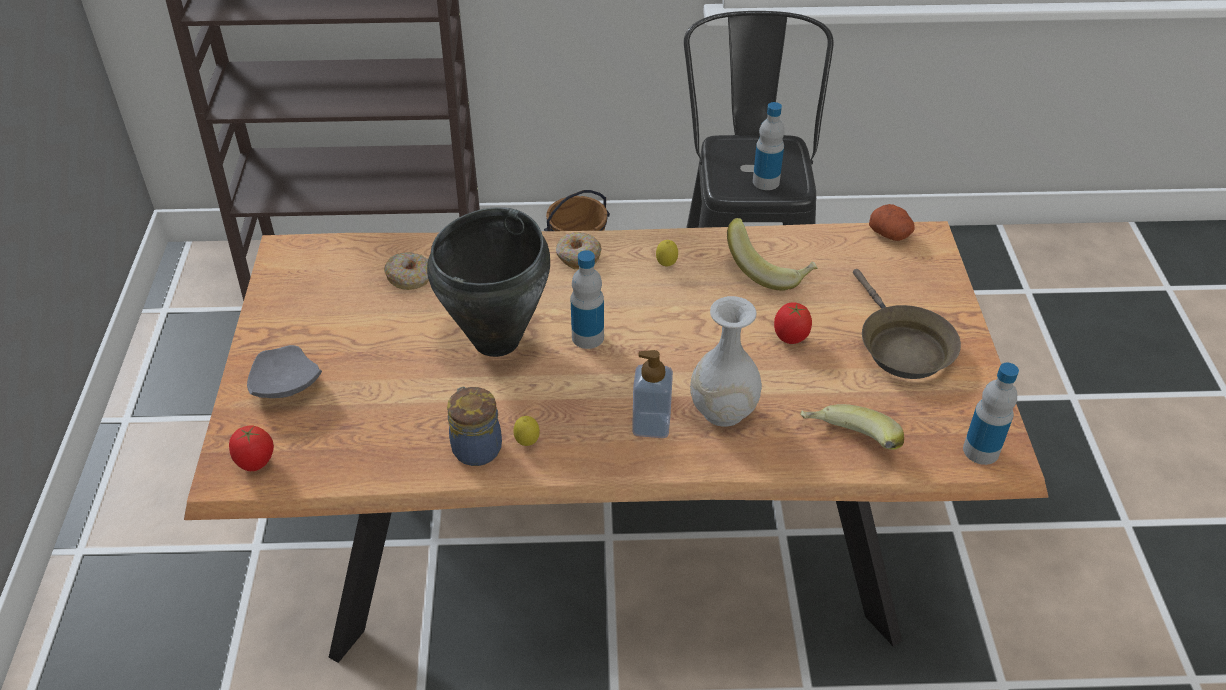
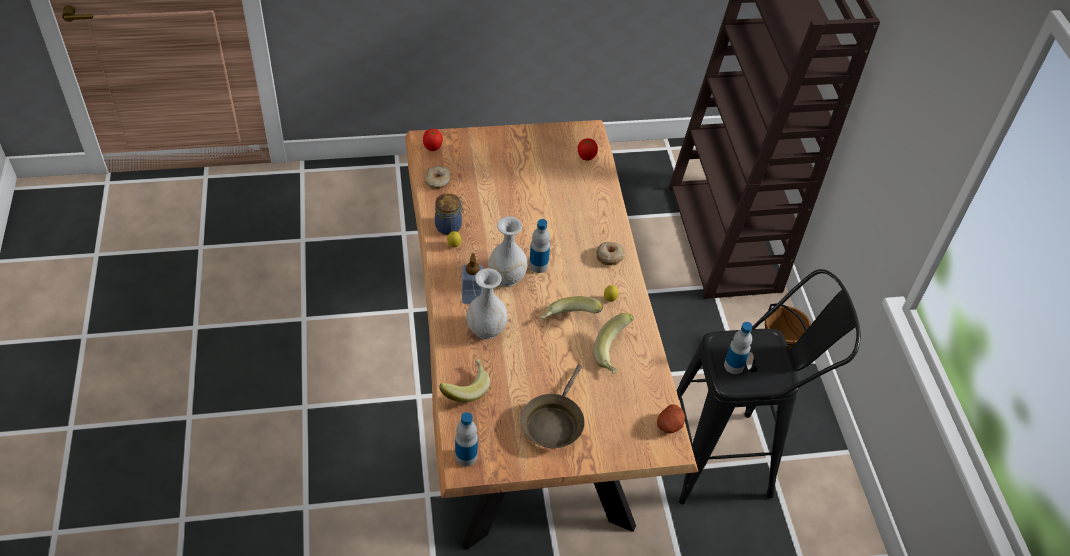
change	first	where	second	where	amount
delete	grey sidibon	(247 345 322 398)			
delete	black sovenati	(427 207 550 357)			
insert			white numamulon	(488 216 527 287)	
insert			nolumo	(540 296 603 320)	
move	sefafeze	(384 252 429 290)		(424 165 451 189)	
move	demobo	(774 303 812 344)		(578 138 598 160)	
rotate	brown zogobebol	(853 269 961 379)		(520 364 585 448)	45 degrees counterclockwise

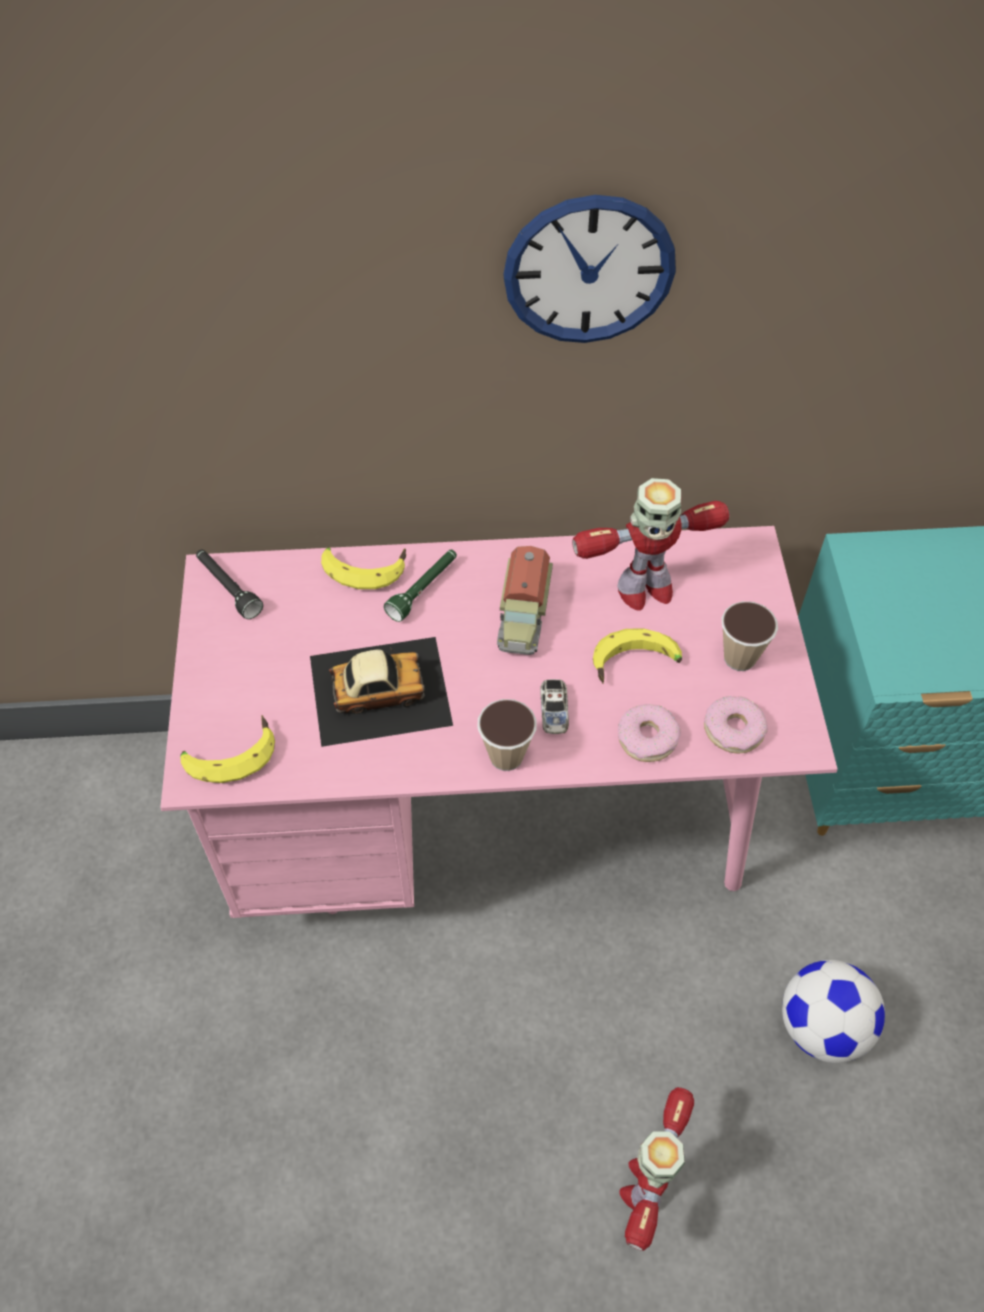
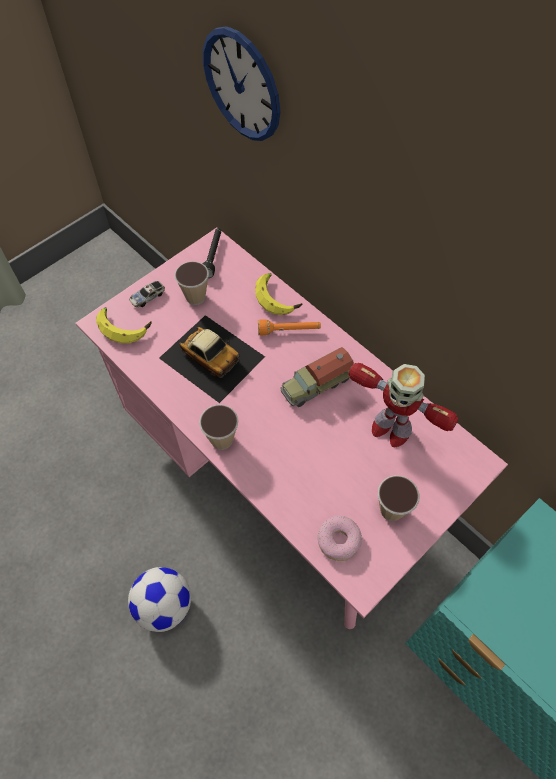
change	first	where	second	where	amount
delete	nolumo	(593 628 682 683)			
delete	sefafeze	(618 704 681 762)			
delete	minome	(619 1087 694 1251)			
insert			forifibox	(175 261 209 305)	
move	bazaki	(503 195 676 343)		(203 26 281 141)	
move	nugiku	(540 679 569 734)		(129 281 165 307)	
move	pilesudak	(782 960 885 1063)		(128 567 191 632)	
recolor	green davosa	(384 550 457 622)	orange davosa	(258 319 321 335)	

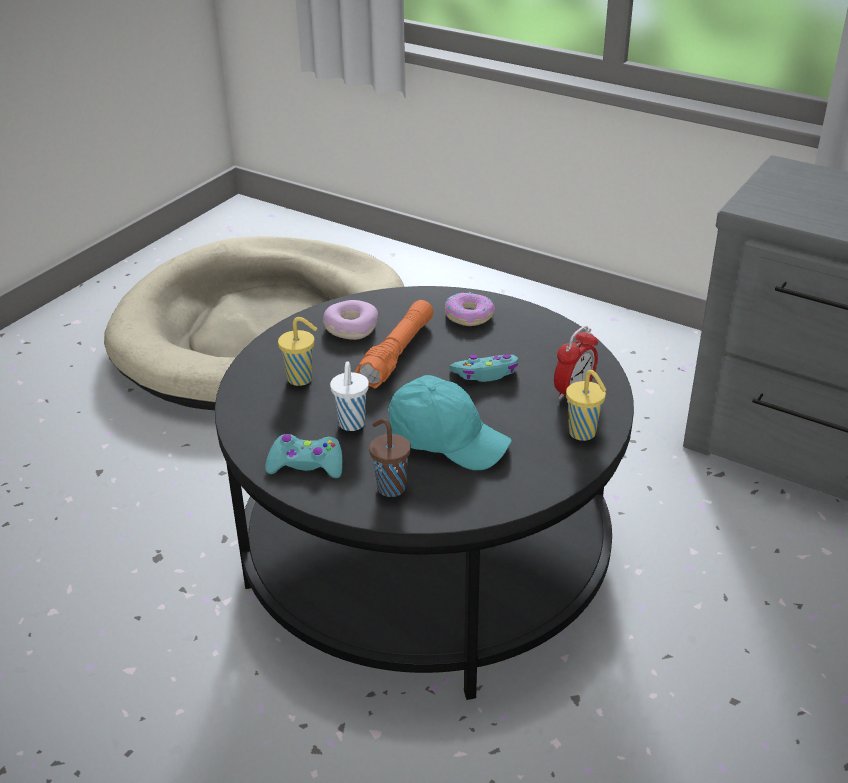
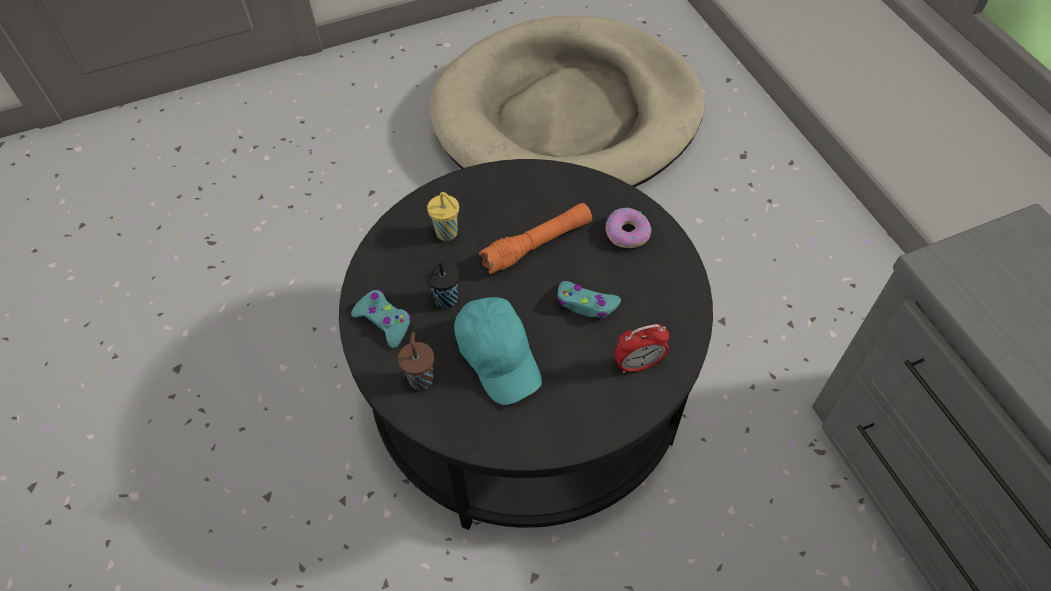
change	first	where	second	where	amount
delete	sefafeze	(323 300 378 340)			
delete	yellow forifibox	(566 370 606 441)			
recolor	white forifibox	(330 361 369 431)	black forifibox	(425 261 459 308)	

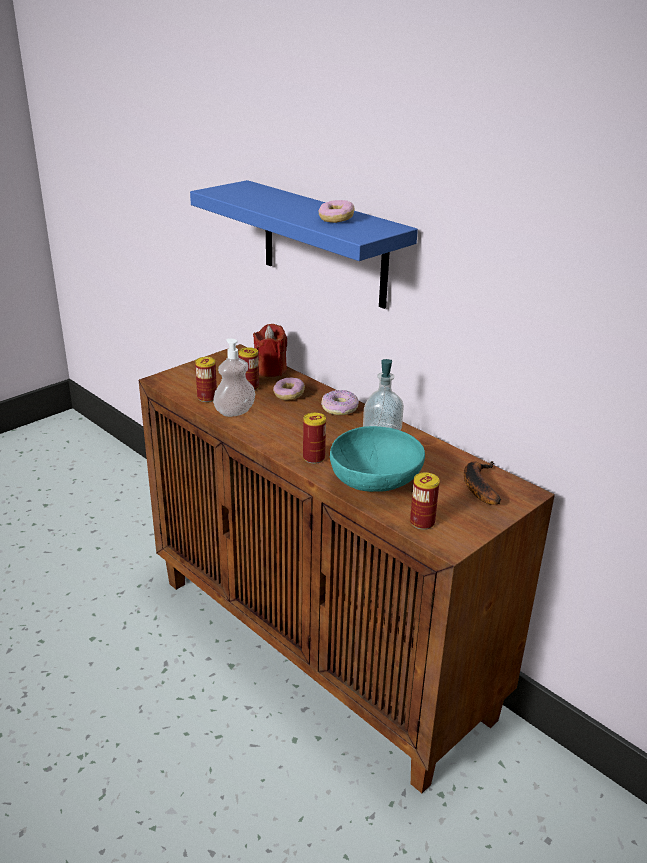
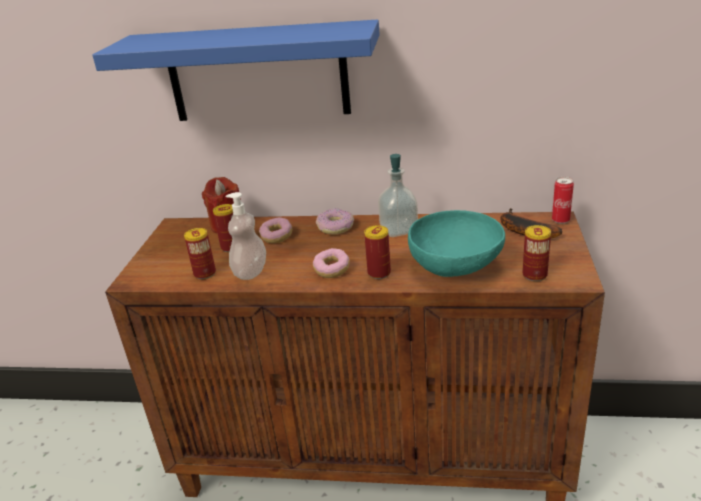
change	first	where	second	where	amount
insert			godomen	(552 177 574 224)	
move	sefafeze	(319 200 355 223)		(313 248 350 278)	

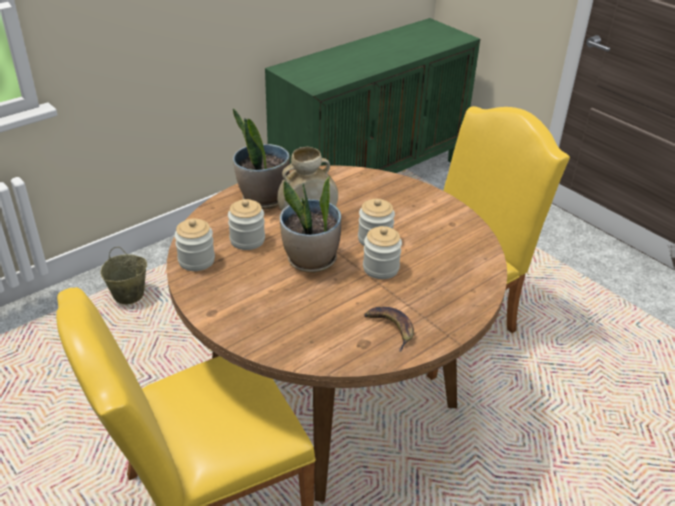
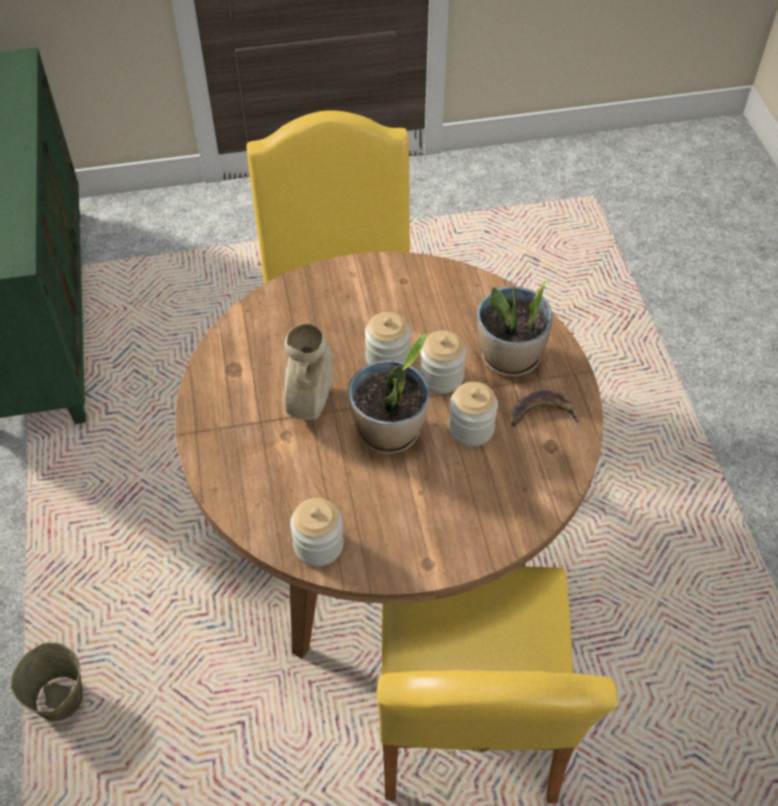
change	first	where	second	where	amount
move	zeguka	(228 199 265 250)		(448 382 498 447)	
move	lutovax	(233 108 290 209)		(477 280 552 377)	

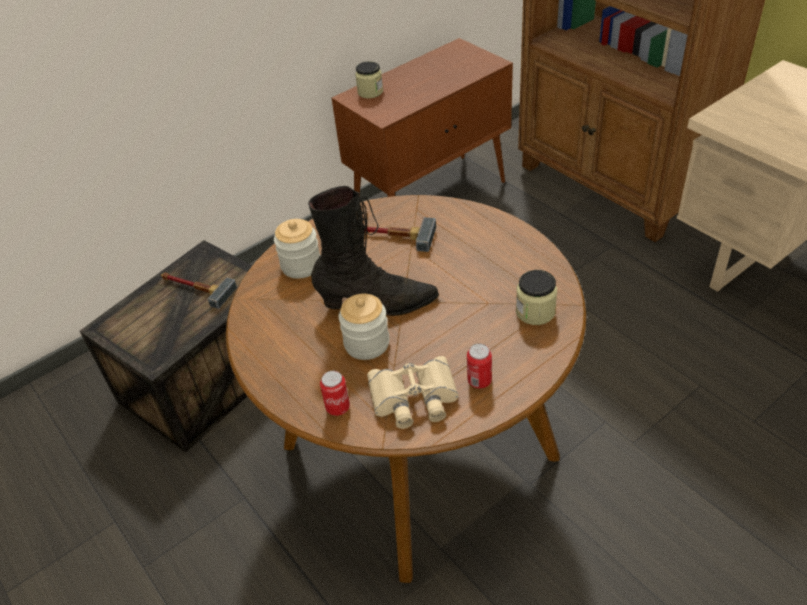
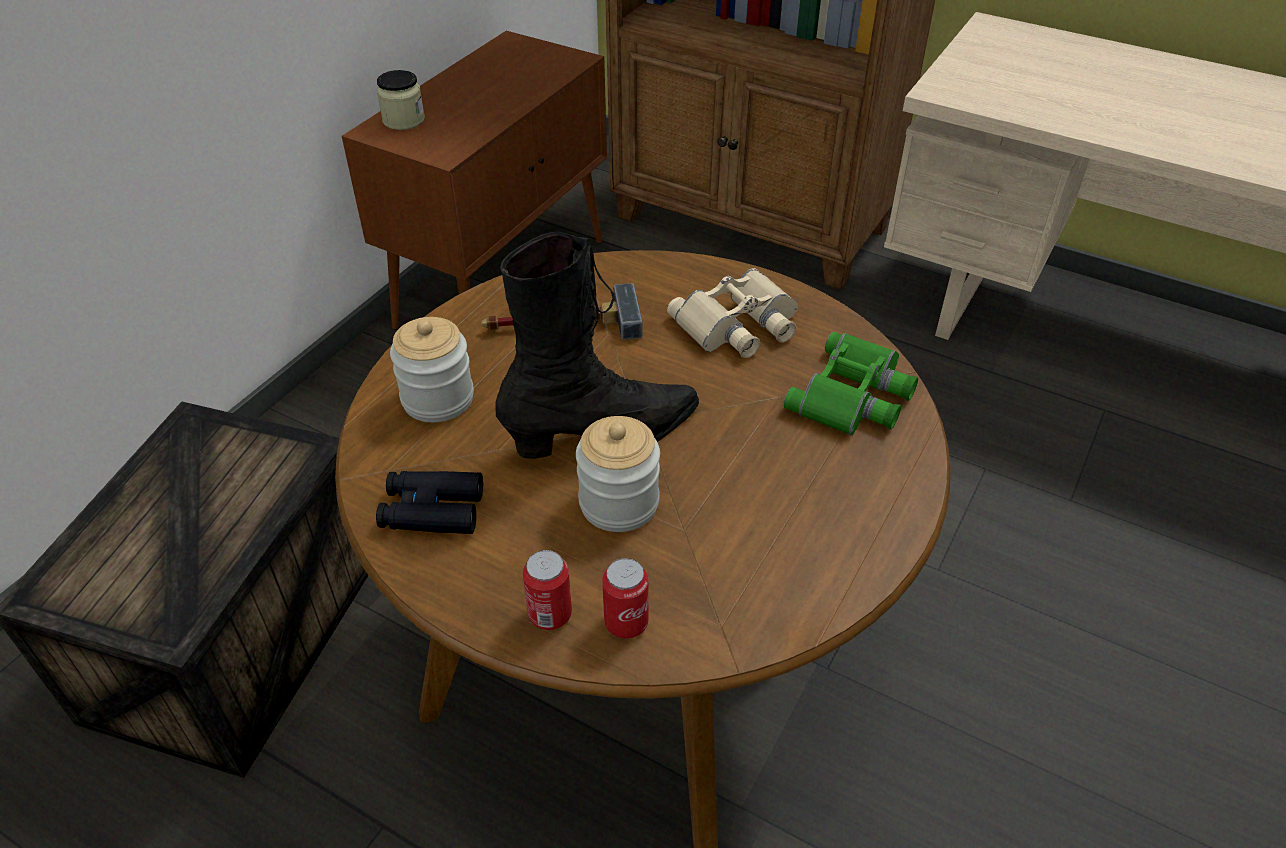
change	first	where	second	where	amount
delete	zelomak	(161 273 237 309)			
insert			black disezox	(376 471 483 534)	
move	beige disezox	(367 356 459 429)		(667 268 798 358)	
move	godomen	(467 344 492 389)		(523 550 572 630)	
replace	zeguka	(516 270 557 325)	green disezox	(783 332 918 436)	

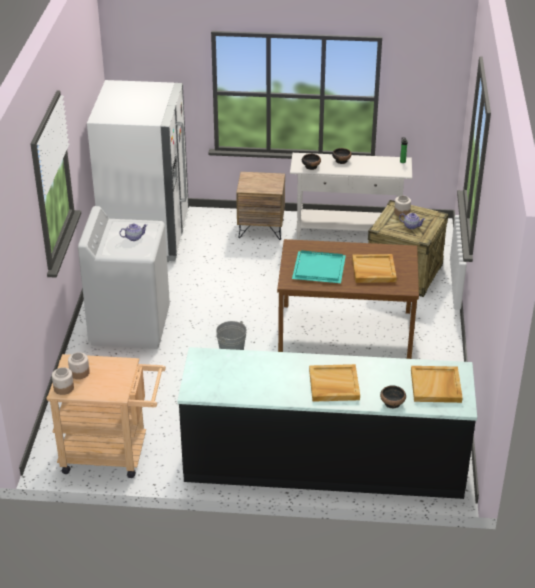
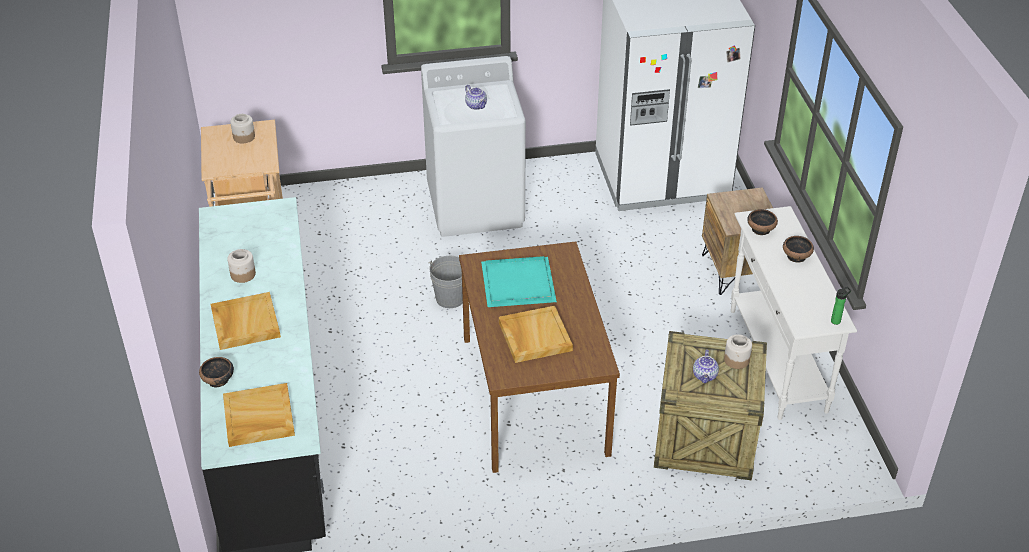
change	first	where	second	where	amount
move	zeguka	(52 367 74 395)		(227 249 256 283)	

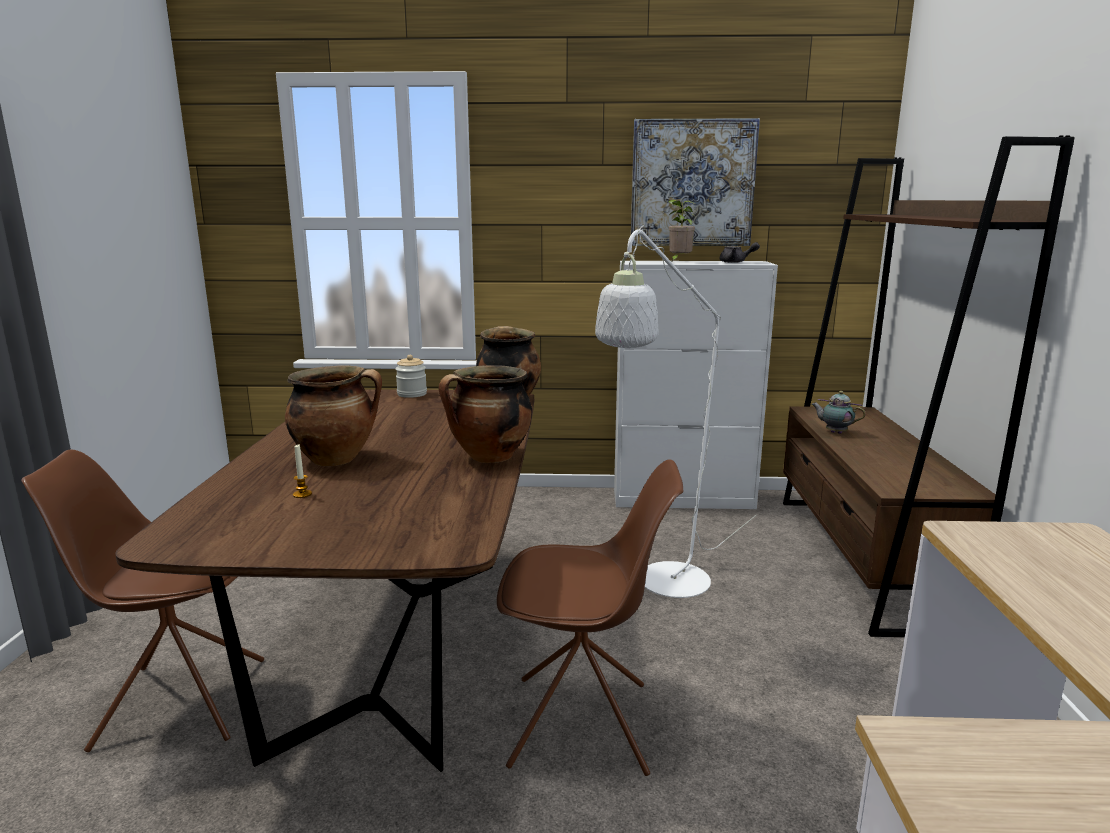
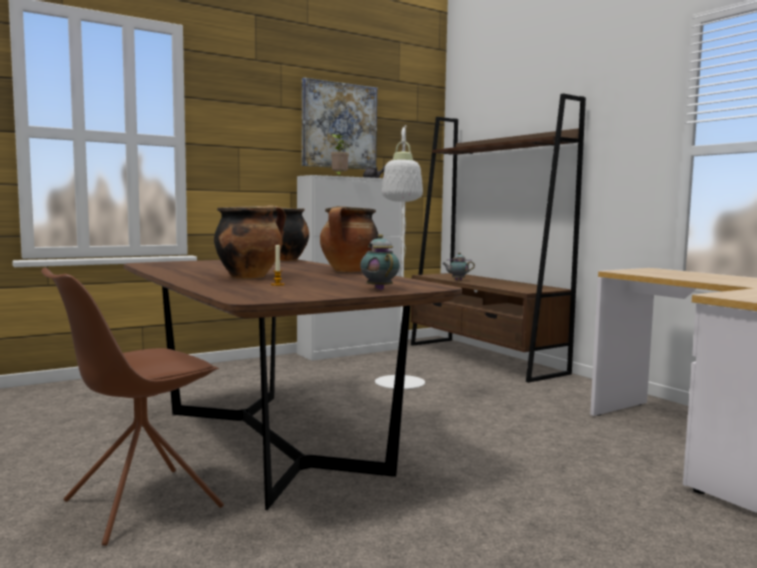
change	first	where	second	where	amount
delete	zeguka	(395 355 427 398)			
delete	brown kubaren	(497 459 683 776)			
insert			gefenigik	(360 234 400 290)	

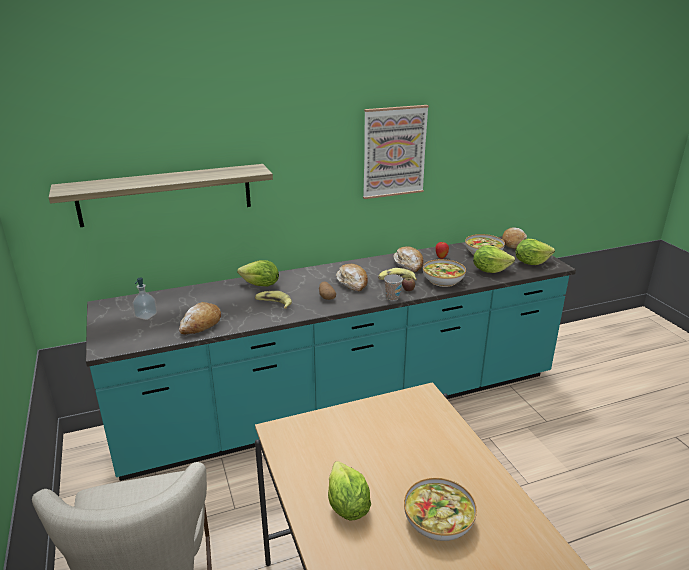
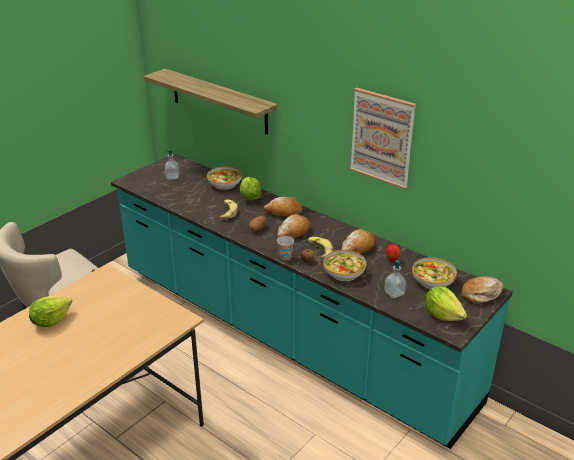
change	first	where	second	where	amount
move	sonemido	(179 302 221 334)		(264 197 302 217)	
move	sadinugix	(404 478 477 541)		(207 166 242 190)	
replace	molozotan	(473 245 515 273)	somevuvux	(384 260 406 298)	

